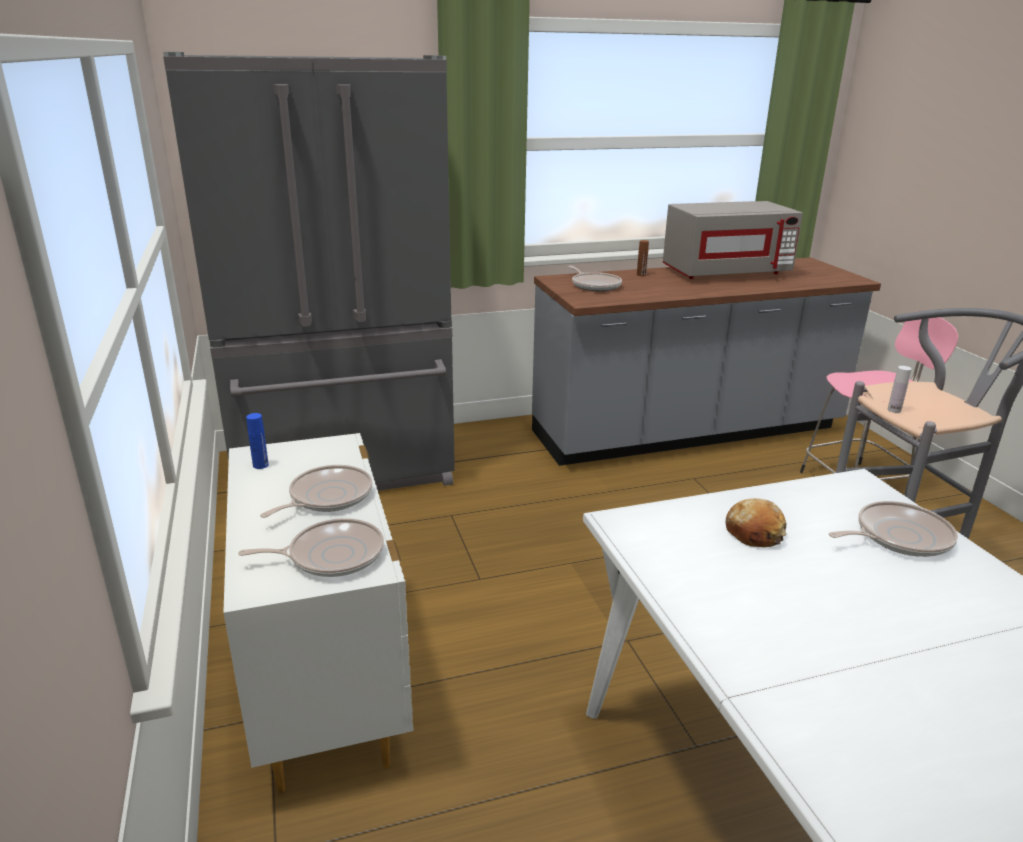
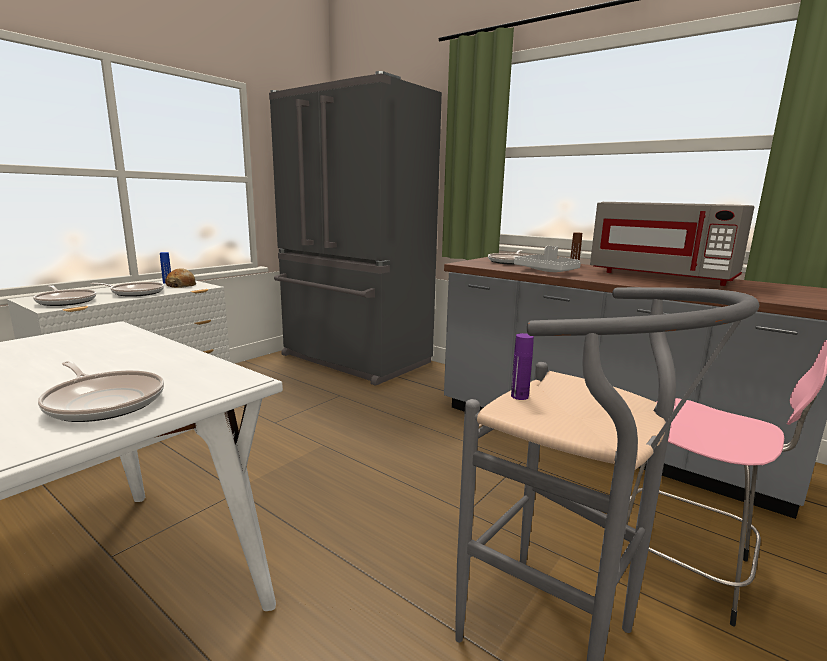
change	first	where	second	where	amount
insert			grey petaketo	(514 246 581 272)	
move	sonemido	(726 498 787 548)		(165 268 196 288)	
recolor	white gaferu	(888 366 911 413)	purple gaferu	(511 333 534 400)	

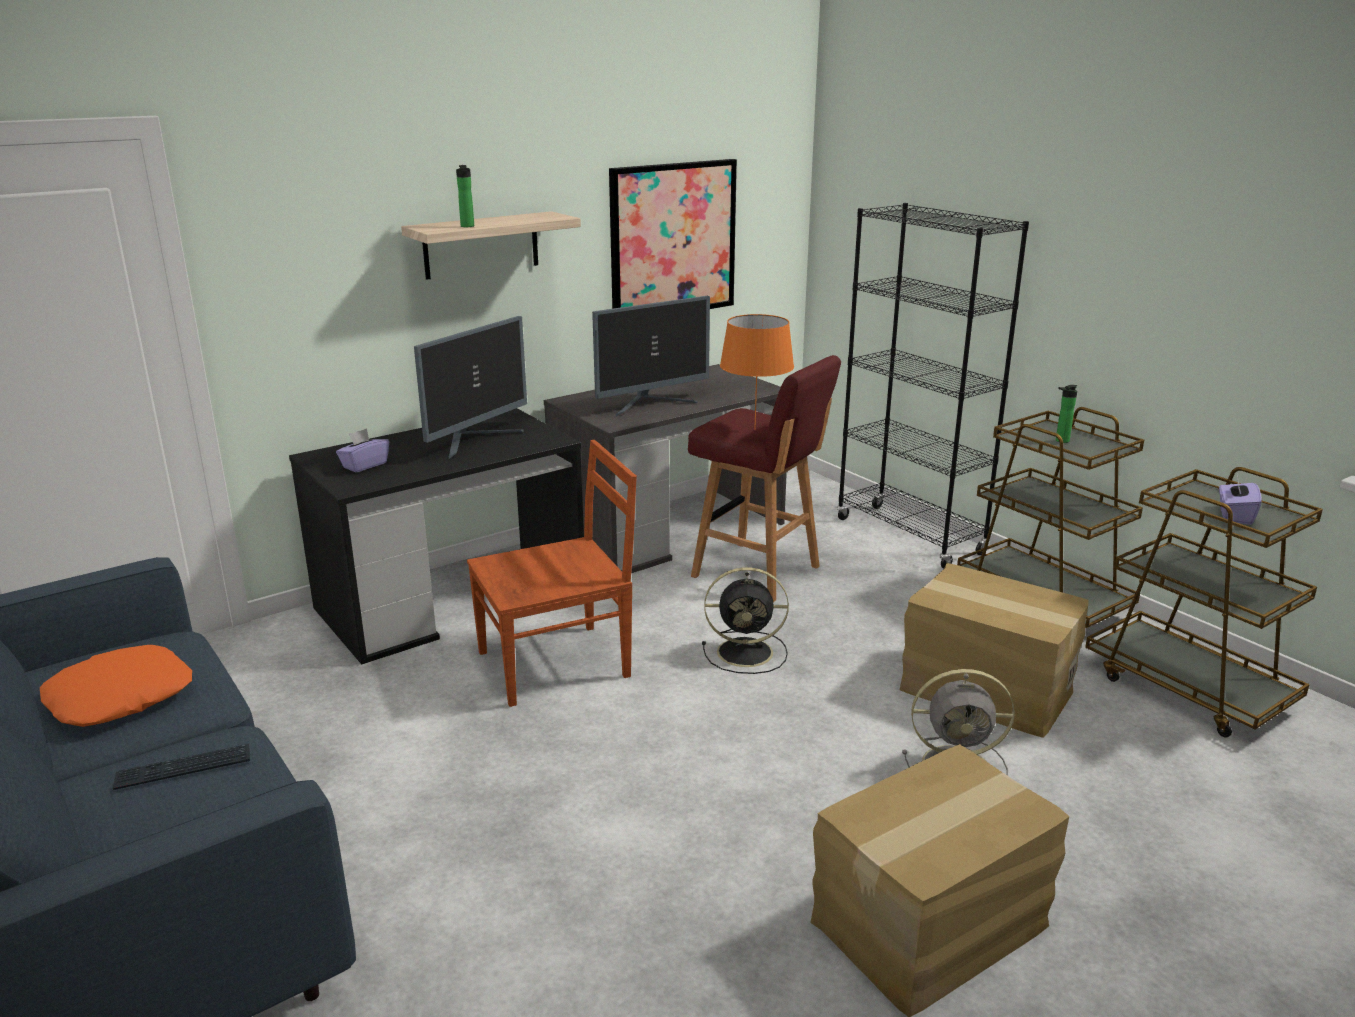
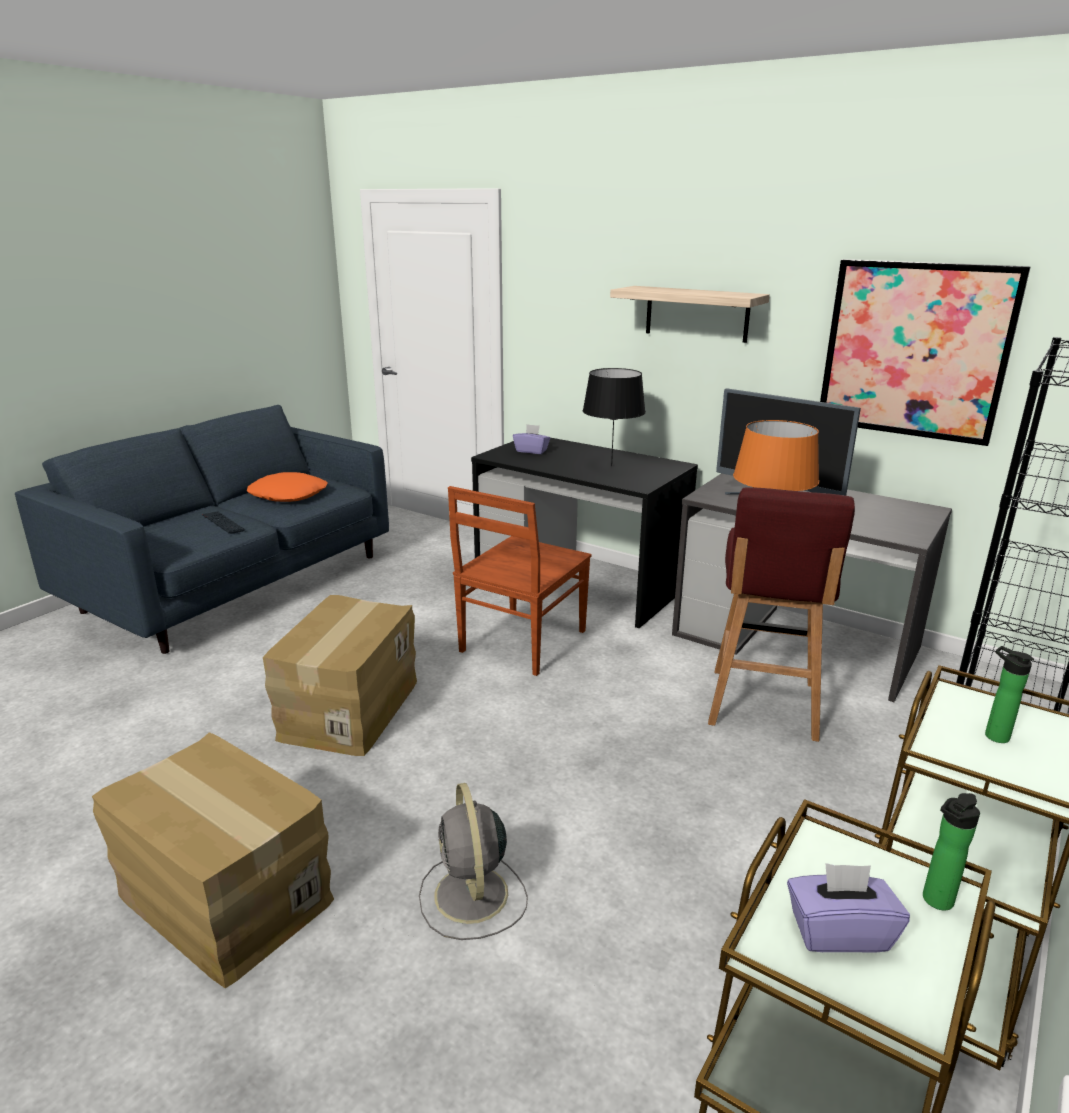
change	first	where	second	where	amount
delete	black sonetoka	(702 567 789 674)			
move	gaferu	(456 165 474 227)		(923 793 980 911)	
move	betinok	(900 563 1089 738)		(263 595 417 756)	
replace	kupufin	(414 316 527 459)	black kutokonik	(583 368 646 466)	
rotate	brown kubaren	(467 440 637 707)		(448 486 592 676)	75 degrees clockwise

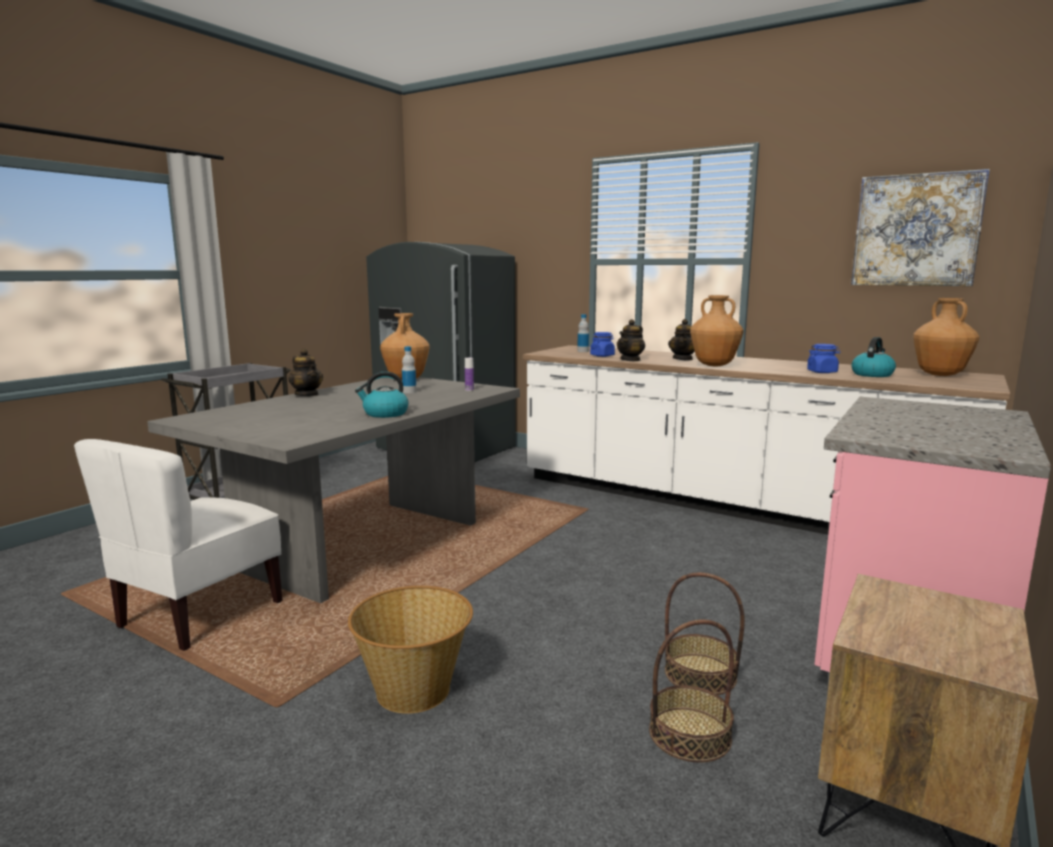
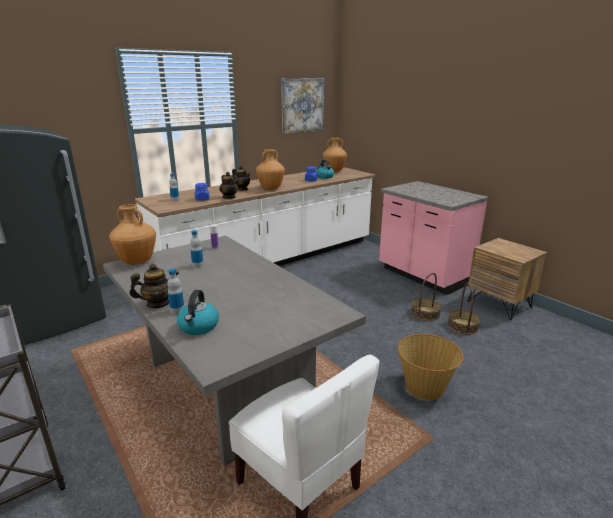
change	first	where	second	where	amount
insert			gaferu	(167 268 184 315)	
move	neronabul	(355 371 409 418)		(177 290 219 335)	

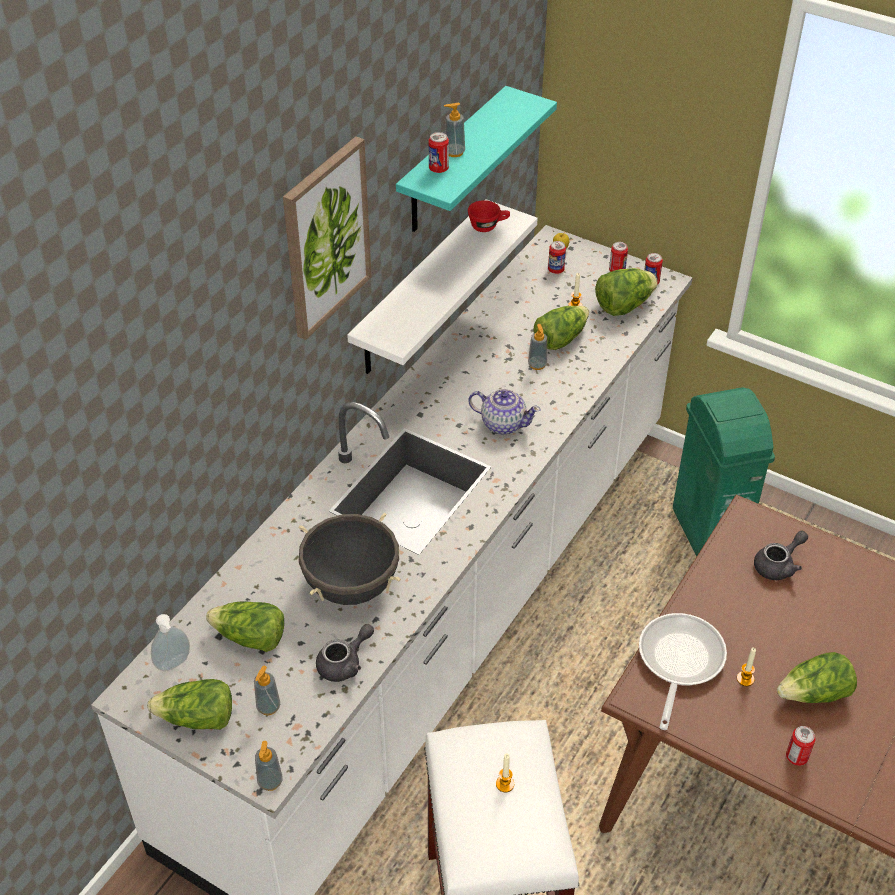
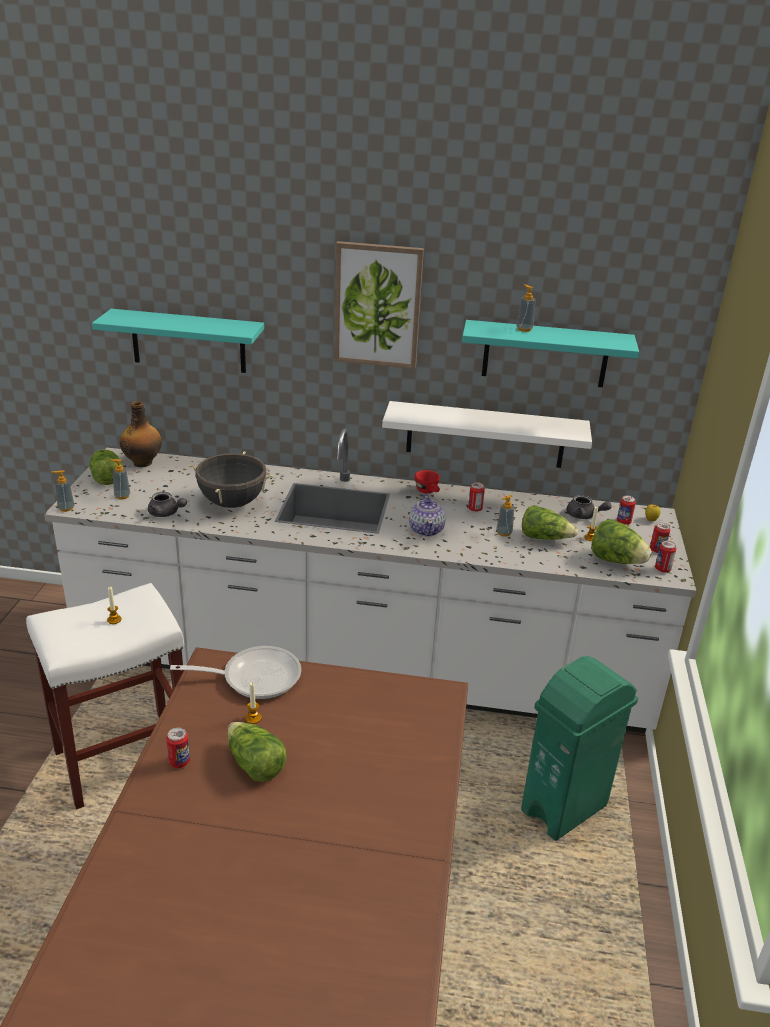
change	first	where	second	where	amount
delete	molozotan	(206 601 284 652)			
insert			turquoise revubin	(92 309 264 373)	
move	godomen	(429 132 449 173)		(468 482 485 512)	
move	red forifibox	(468 200 510 232)		(415 470 440 493)	
move	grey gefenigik	(754 531 808 580)		(567 495 612 519)	
replace	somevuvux	(151 614 190 671)	gaferu	(120 401 162 467)	

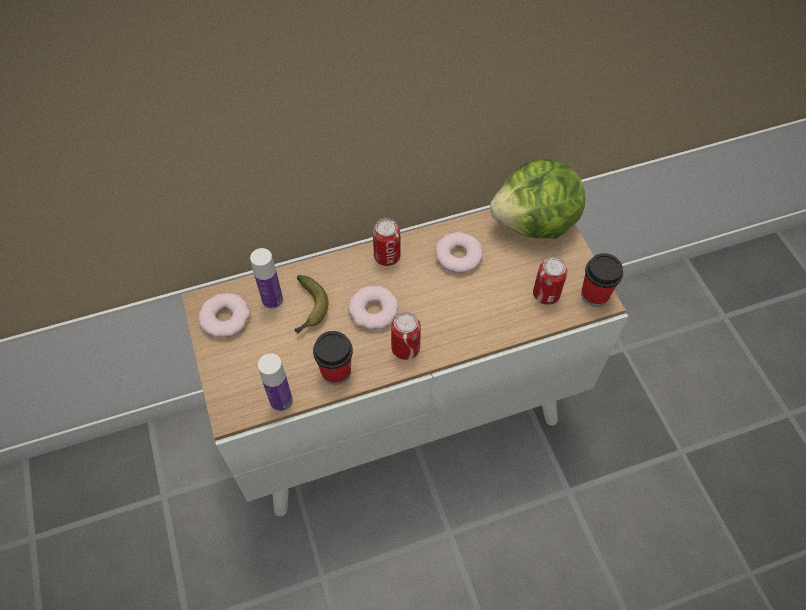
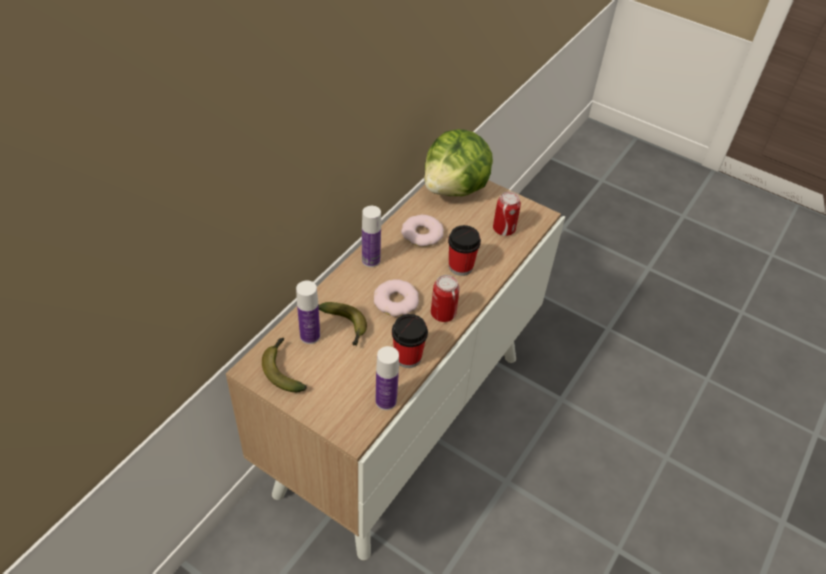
change	first	where	second	where	amount
move	forifibox	(581 253 623 307)		(448 225 481 276)	
replace	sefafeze	(199 293 251 337)	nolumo	(262 338 307 392)	
replace	godomen	(373 218 401 266)	gaferu	(362 206 381 267)	

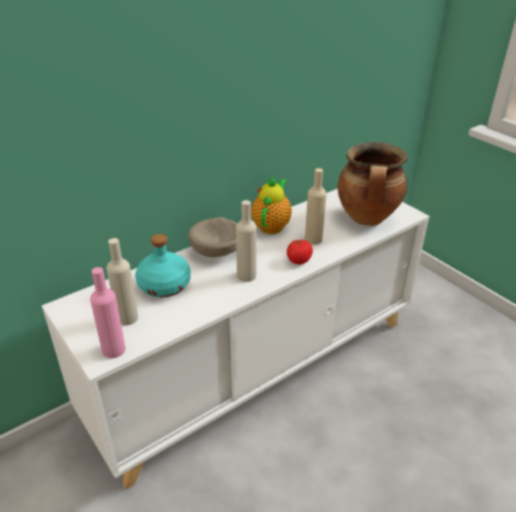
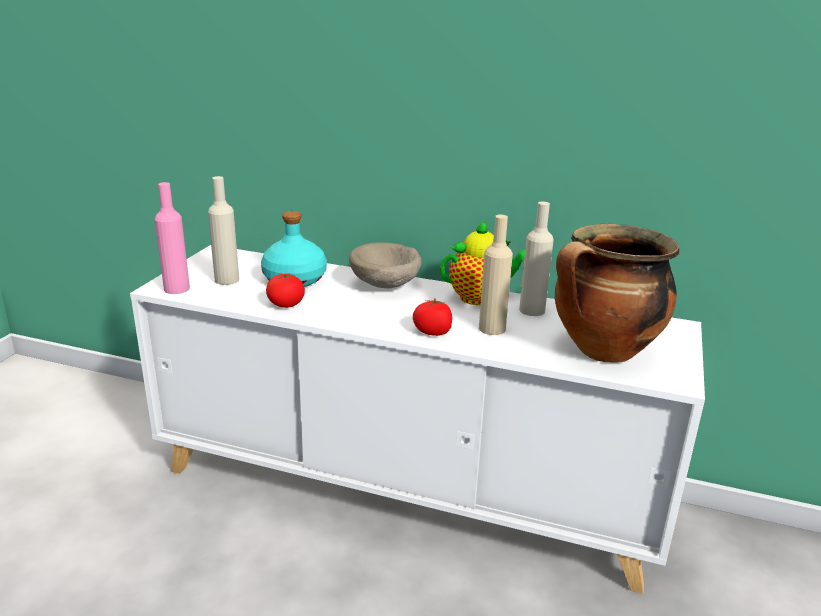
change	first	where	second	where	amount
insert			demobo	(266 273 305 308)	
move	beige gaferu	(236 200 257 282)		(519 201 554 316)	

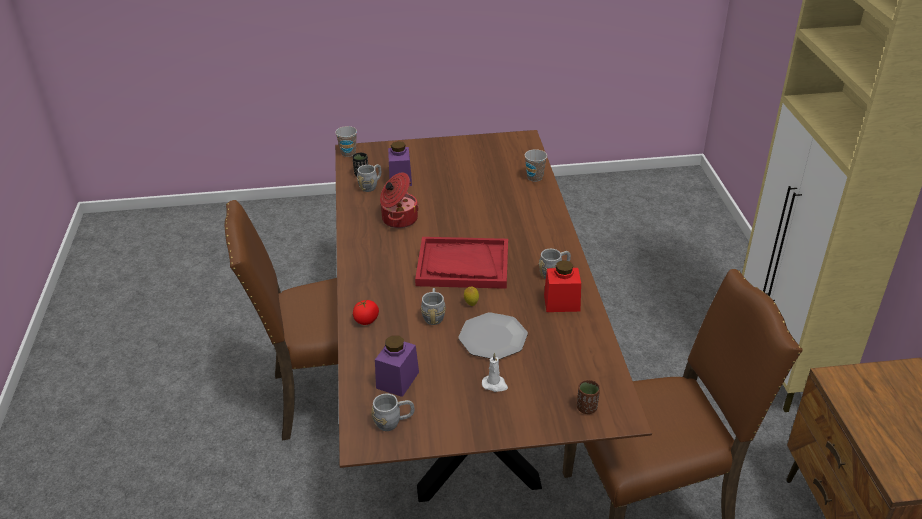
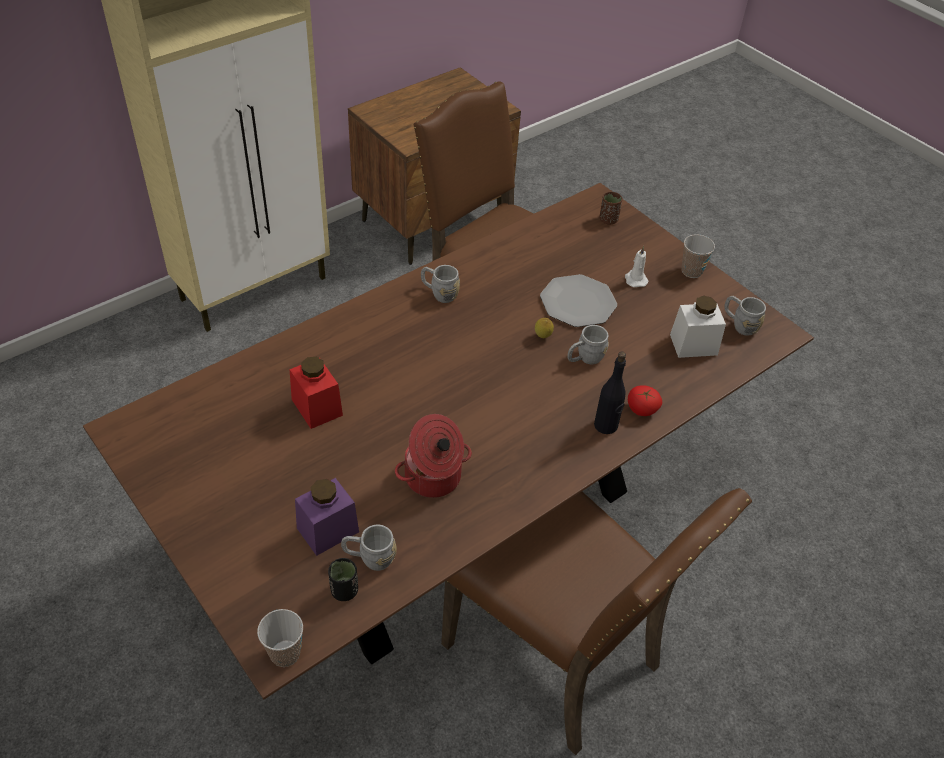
change	first	where	second	where	amount
delete	red petaketo	(415 237 508 289)			
insert			black gaferu	(594 352 626 434)	
move	forifibox	(525 149 547 182)		(682 234 715 278)	
move	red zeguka	(544 260 581 312)		(290 357 343 429)	
recolor	purple zeguka	(375 335 419 397)	white zeguka	(670 296 726 358)	

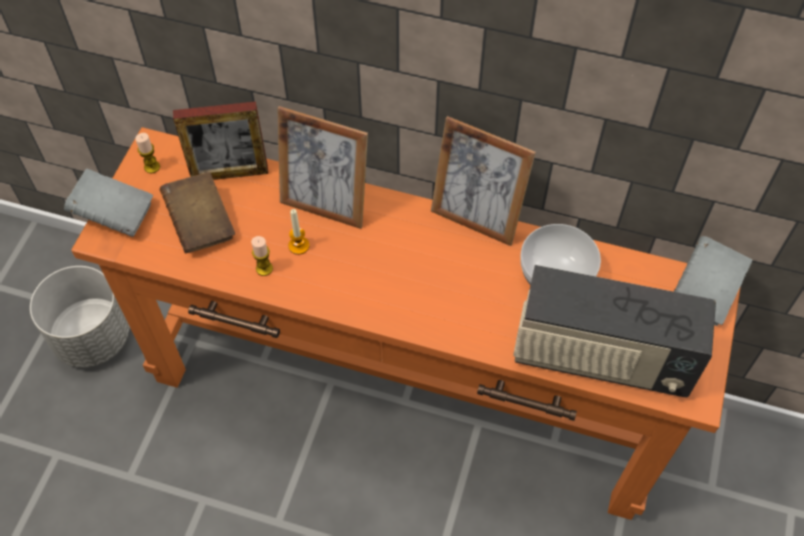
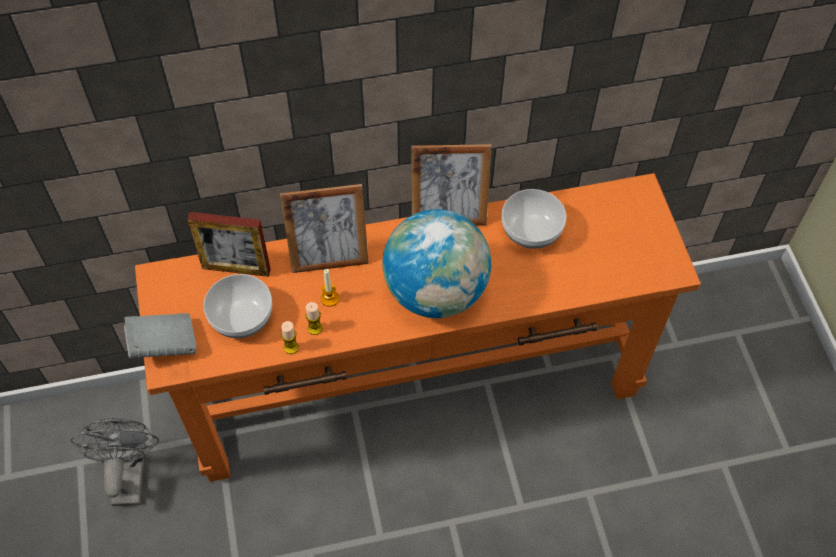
change	first	where	second	where	amount
delete	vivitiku	(513 265 716 397)			
delete	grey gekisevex	(674 236 752 326)			
insert			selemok	(382 209 491 318)	
move	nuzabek	(135 133 160 174)		(281 321 299 354)	
replace	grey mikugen	(30 266 129 368)	grey sonetoka	(71 418 159 506)	
replace	brown gekisevex	(160 172 235 253)	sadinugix	(203 274 272 338)	
rotate	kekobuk	(173 101 268 180)		(187 212 271 277)	45 degrees clockwise

